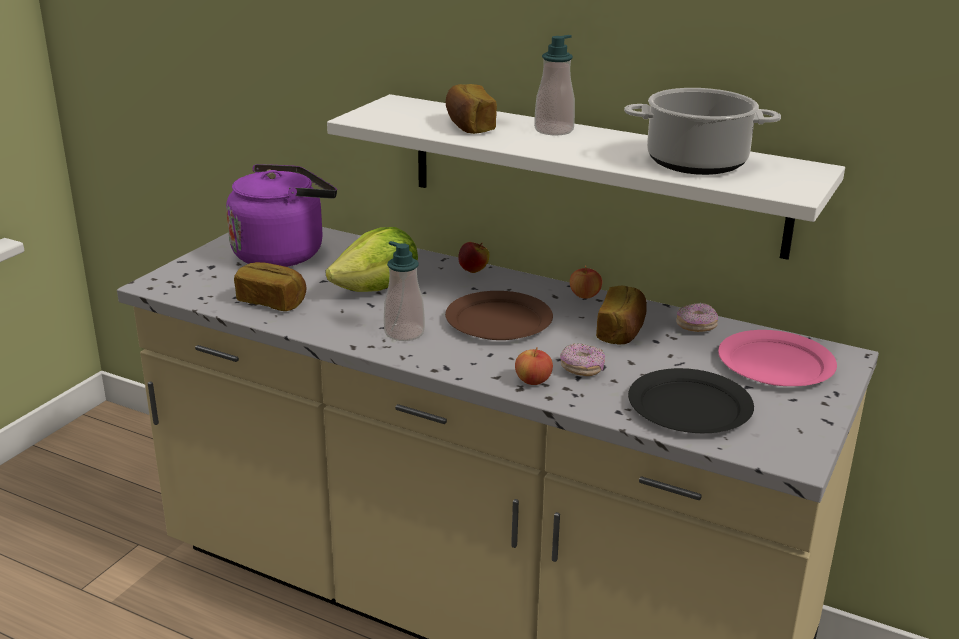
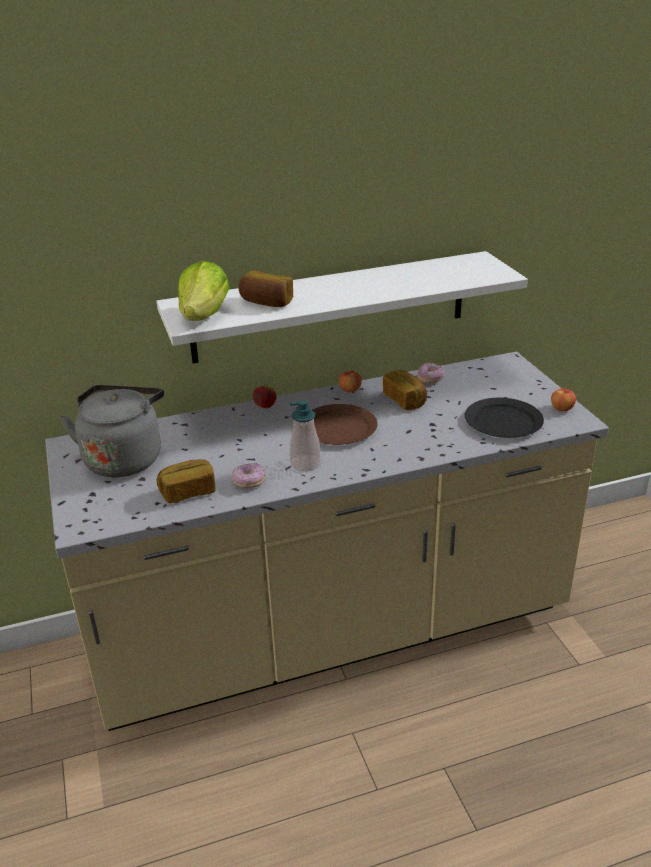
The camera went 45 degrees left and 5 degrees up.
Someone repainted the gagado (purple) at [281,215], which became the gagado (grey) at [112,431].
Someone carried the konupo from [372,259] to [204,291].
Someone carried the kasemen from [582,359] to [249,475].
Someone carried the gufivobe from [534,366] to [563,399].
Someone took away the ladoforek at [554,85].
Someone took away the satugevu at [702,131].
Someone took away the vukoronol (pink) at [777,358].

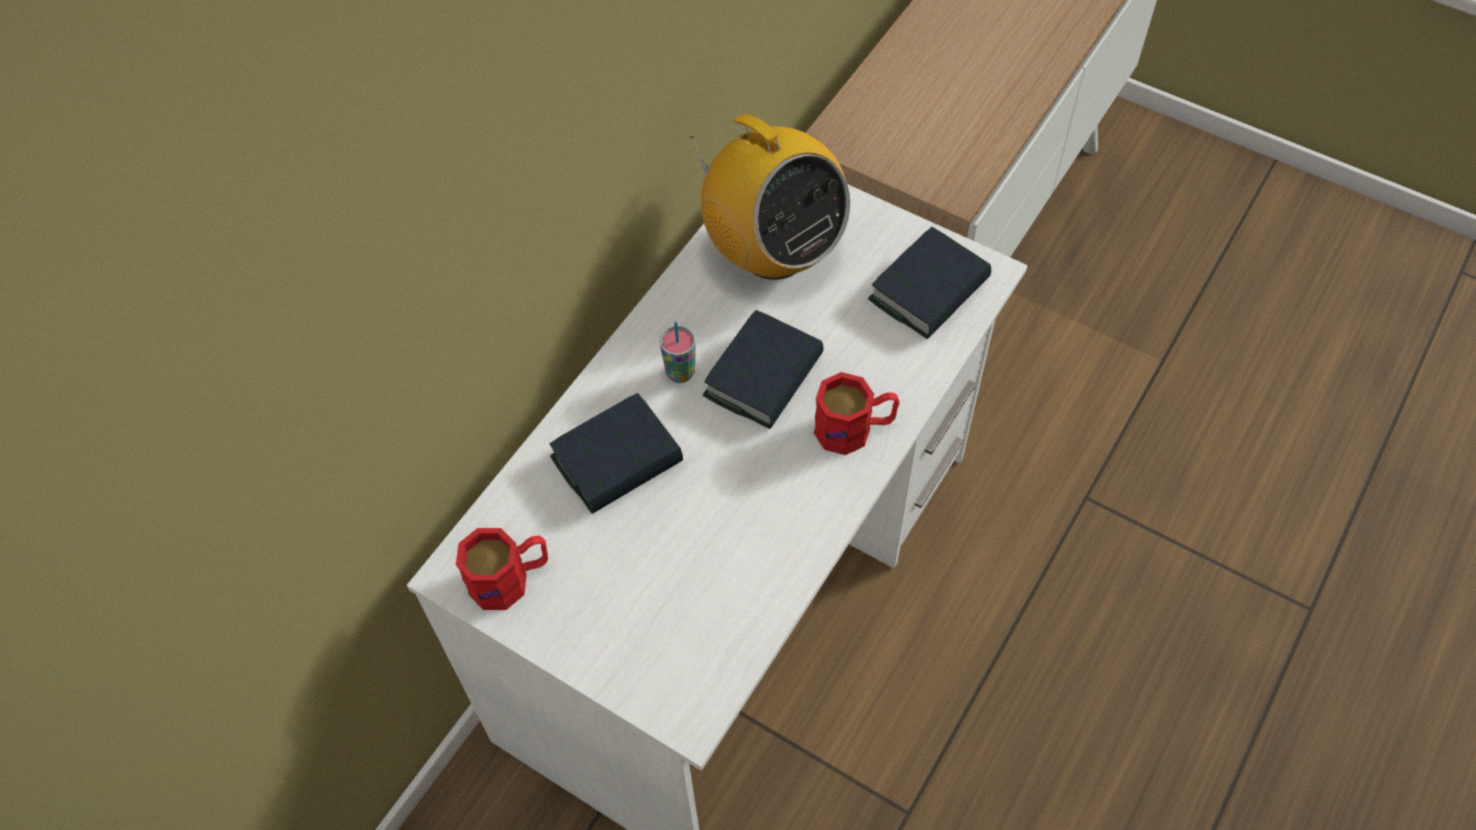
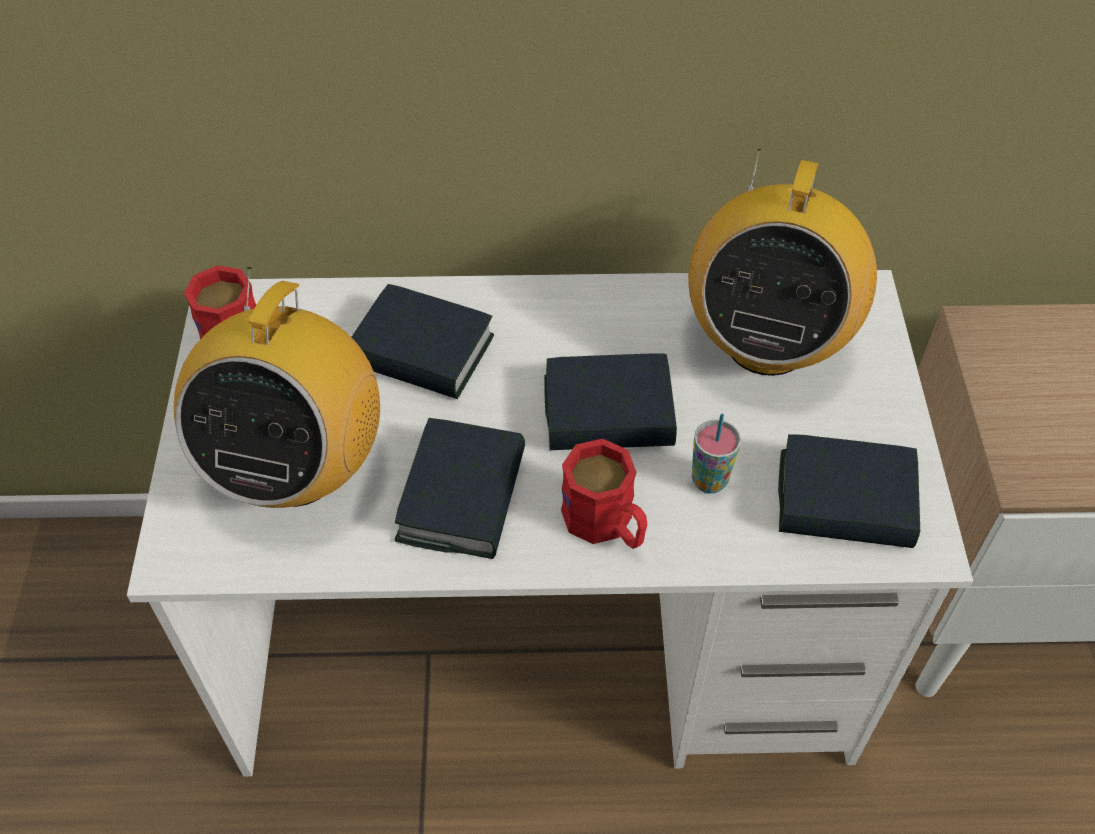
The camera went 55 degrees right and 5 degrees down.
Someone put down the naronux at [277,387].
Someone put down the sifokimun at [460,488].
Someone carried the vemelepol from [677,352] to [716,454].

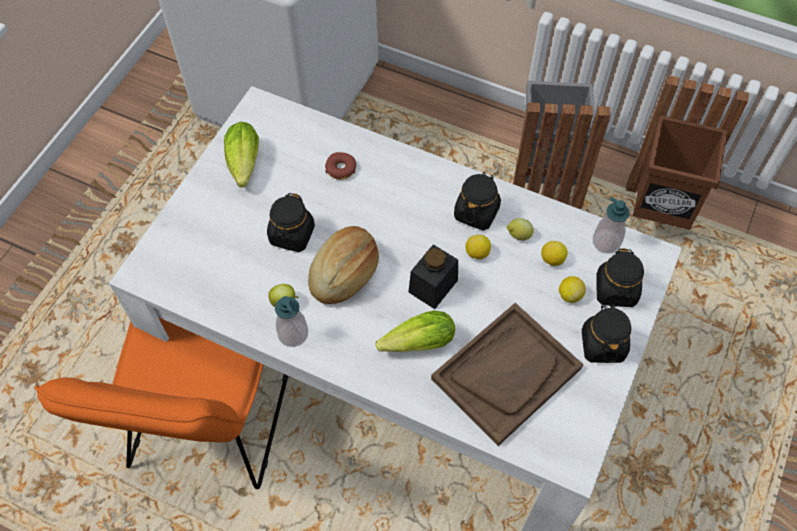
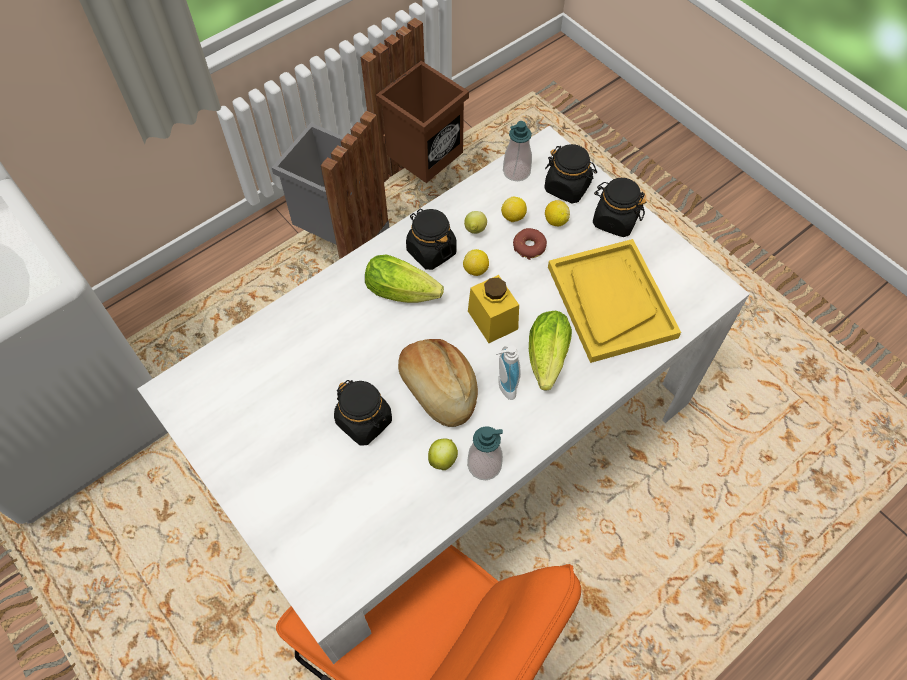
The camera went 65 degrees left and 0 degrees up.
Someone carried the konupo from [241,154] to [404,278].
Someone repainted the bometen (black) at [433,276], which became the bometen (yellow) at [493,309].
Someone put down the ladoforek at [508,372].
Someone carried the kasemen from [340,166] to [530,244].
Someone repainted the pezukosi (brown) at [507,374], which became the pezukosi (yellow) at [614,301].

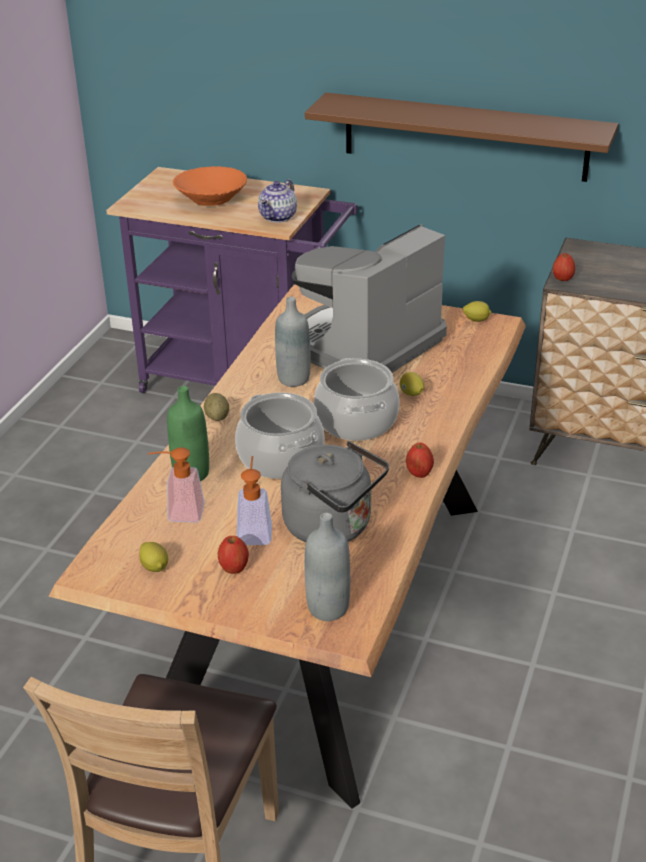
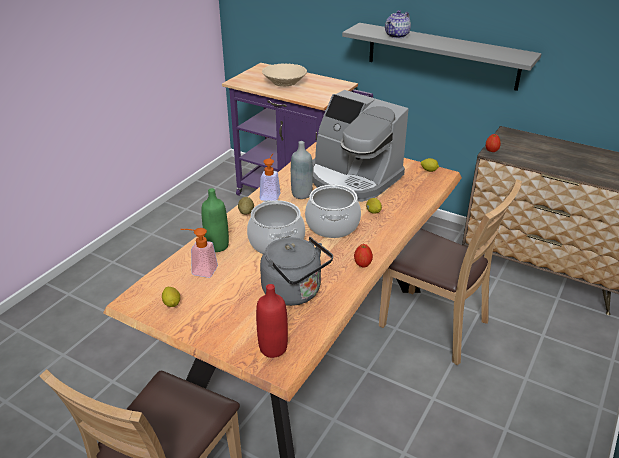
The camera went 10 degrees right and 0 degrees up.
Someone repainted the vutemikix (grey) at [327,567], which became the vutemikix (red) at [272,321].
Someone carried the ladoforek from [254,500] to [270,177].
Someone repainted the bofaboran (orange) at [210,186], which became the bofaboran (beige) at [284,75].
Someone rotated the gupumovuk at [369,298] by 105 degrees counterclockwise.
Someone repainted the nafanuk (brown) at [461,137], which became the nafanuk (grey) at [442,57].
Someone put down the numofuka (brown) at [450,272].
Someone carried the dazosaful from [277,201] to [398,24].
Someone took away the gufivobe at [233,555].

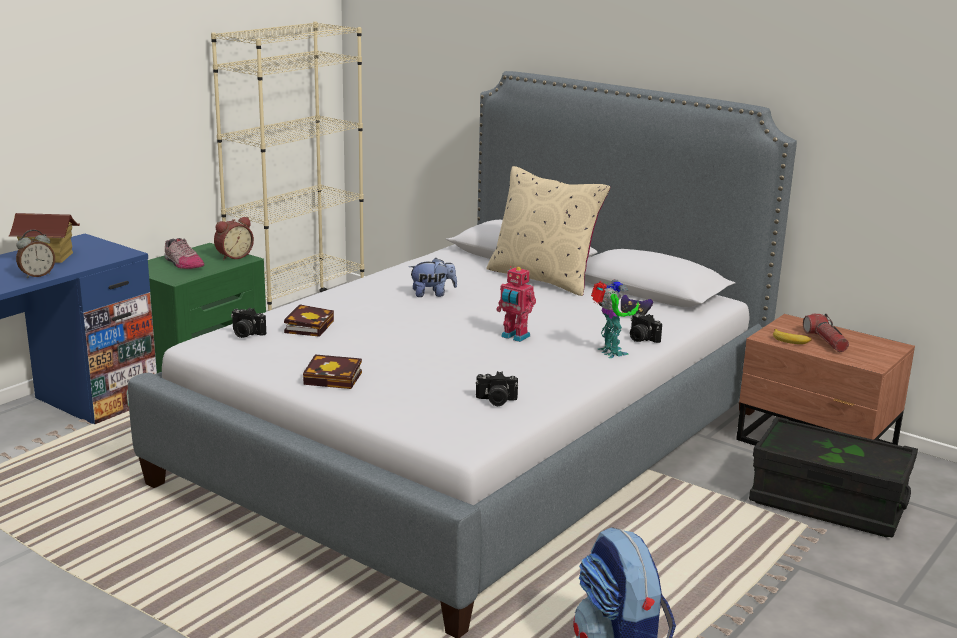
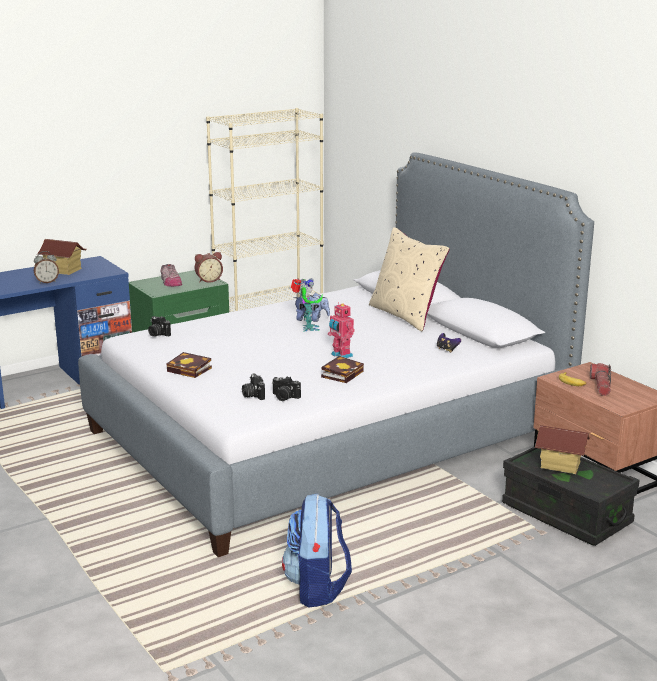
The camera went 20 degrees right and 0 degrees up.
Someone carried the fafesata from [646,328] to [253,386].
Someone carried the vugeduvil from [615,318] to [307,304].
Someone carried the sifokimun from [309,320] to [342,369].
Someone put down the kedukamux at [562,449].

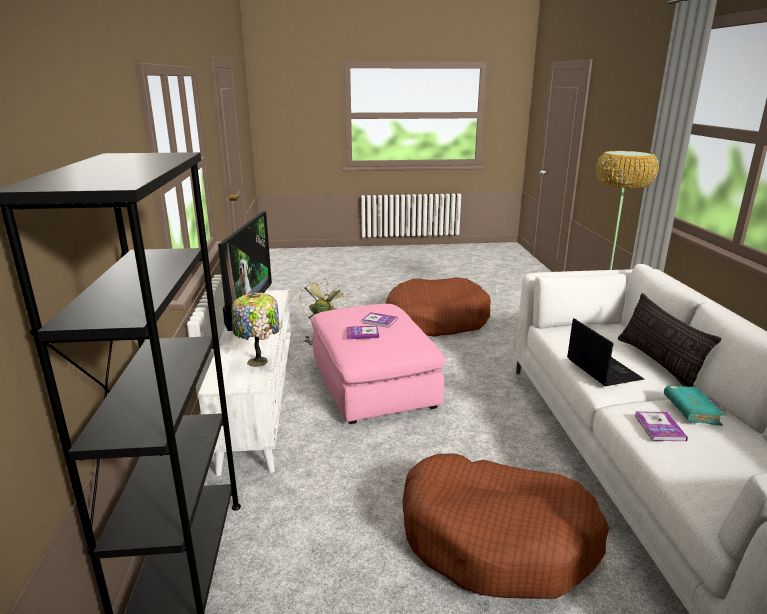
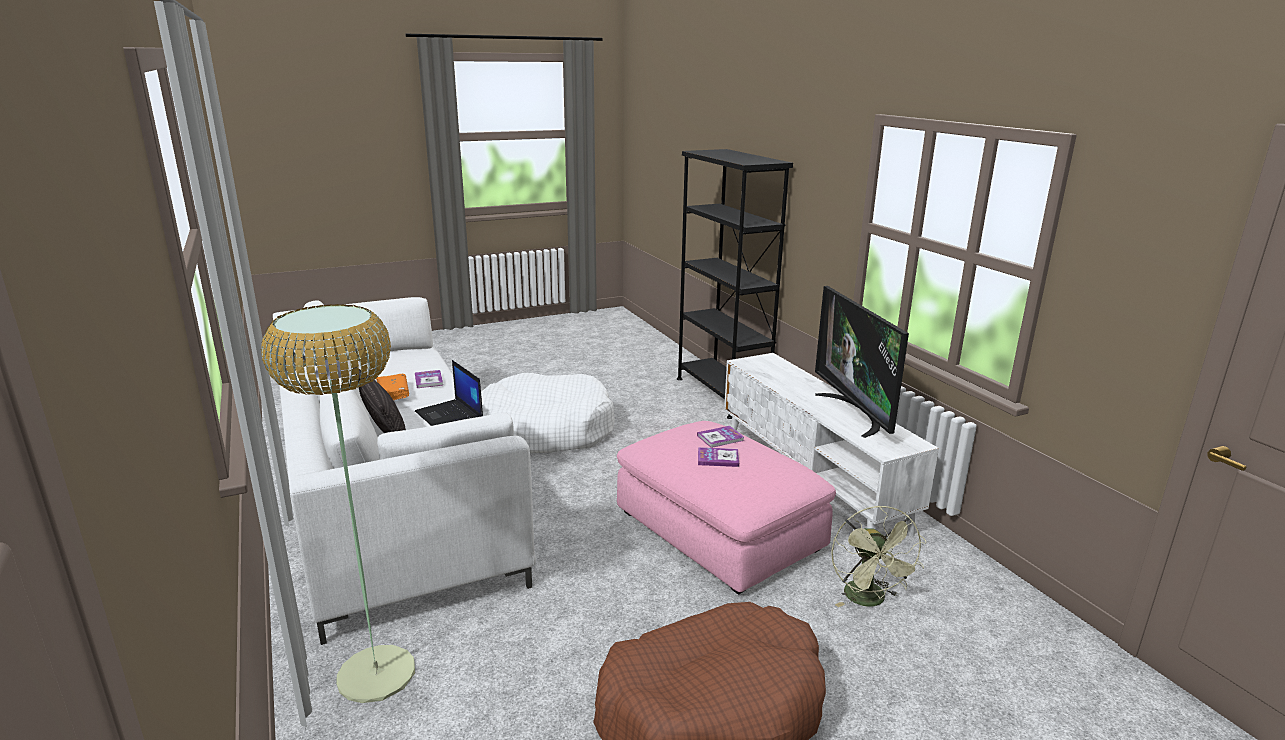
The camera went 160 degrees right and 0 degrees up.
Someone repainted the sifokimun (turquoise) at [695,406], which became the sifokimun (orange) at [392,387].
Someone repainted the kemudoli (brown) at [506,526], which became the kemudoli (white) at [548,413].
Someone took away the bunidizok at [255,330].

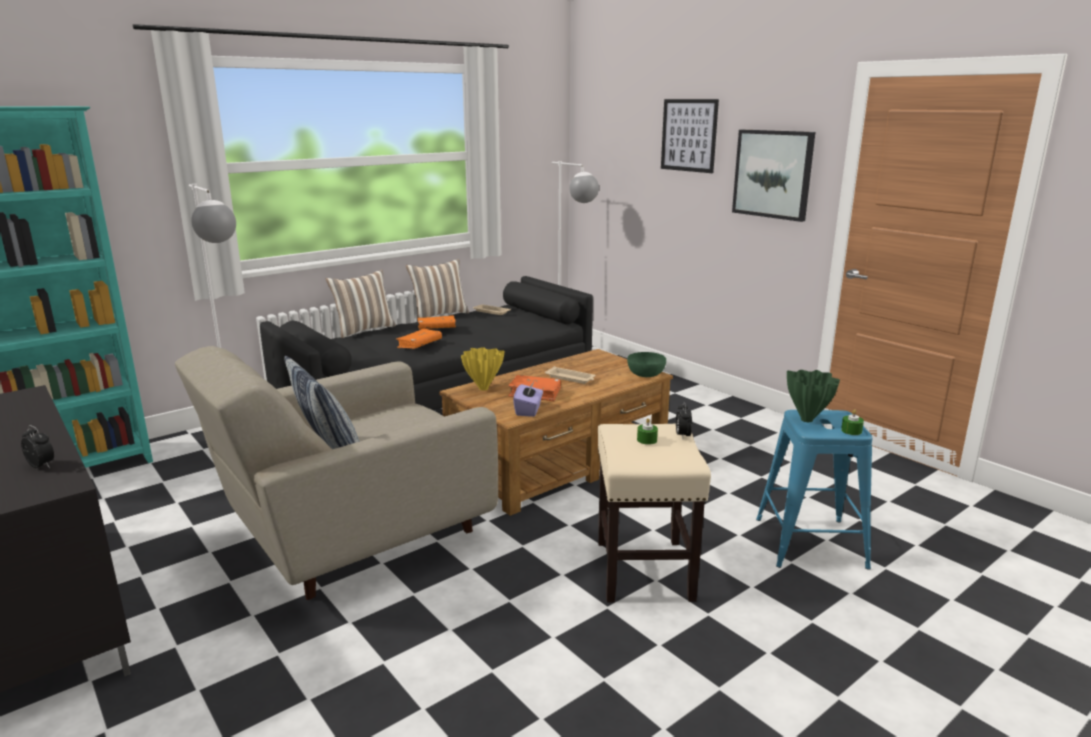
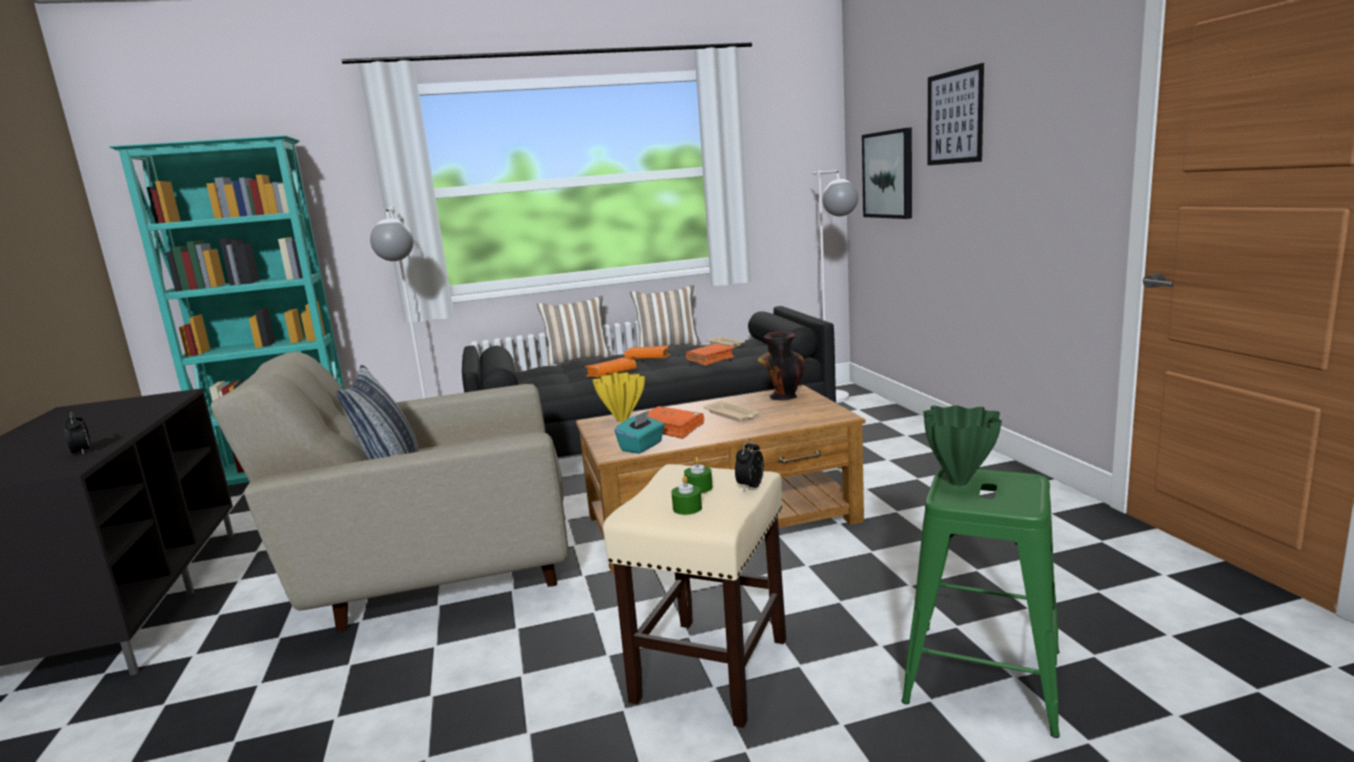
The camera went 25 degrees right and 5 degrees down.
Someone repainted the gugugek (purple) at [528,398], which became the gugugek (turquoise) at [640,432].
Someone carried the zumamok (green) from [852,422] to [686,495].
Someone put down the sifokimun (orange) at [710,354].
Someone put down the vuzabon at [781,365].
Someone carried the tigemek from [773,176] to [887,173].
Someone repainted the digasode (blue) at [814,490], which became the digasode (green) at [981,603].
Someone took away the bofaboran (green) at [646,364].

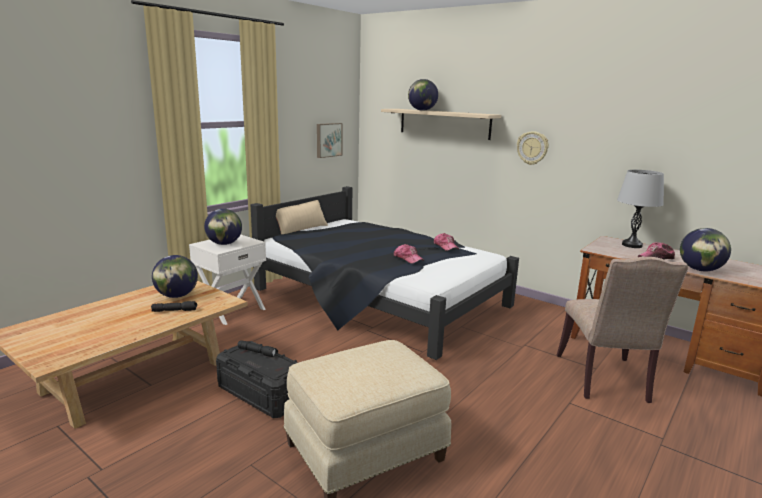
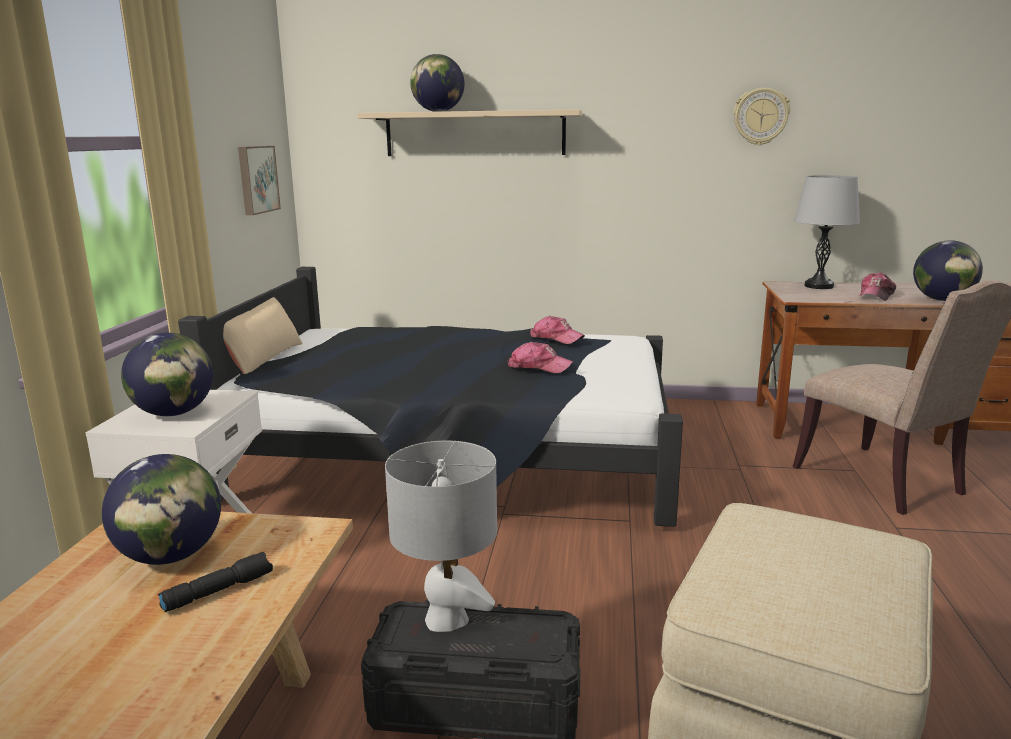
The camera went 30 degrees left and 0 degrees up.
Someone swapped the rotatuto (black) at [258,348] for the bunidizok (grey) at [441,536].
Someone carried the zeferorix from [533,148] to [762,116].

